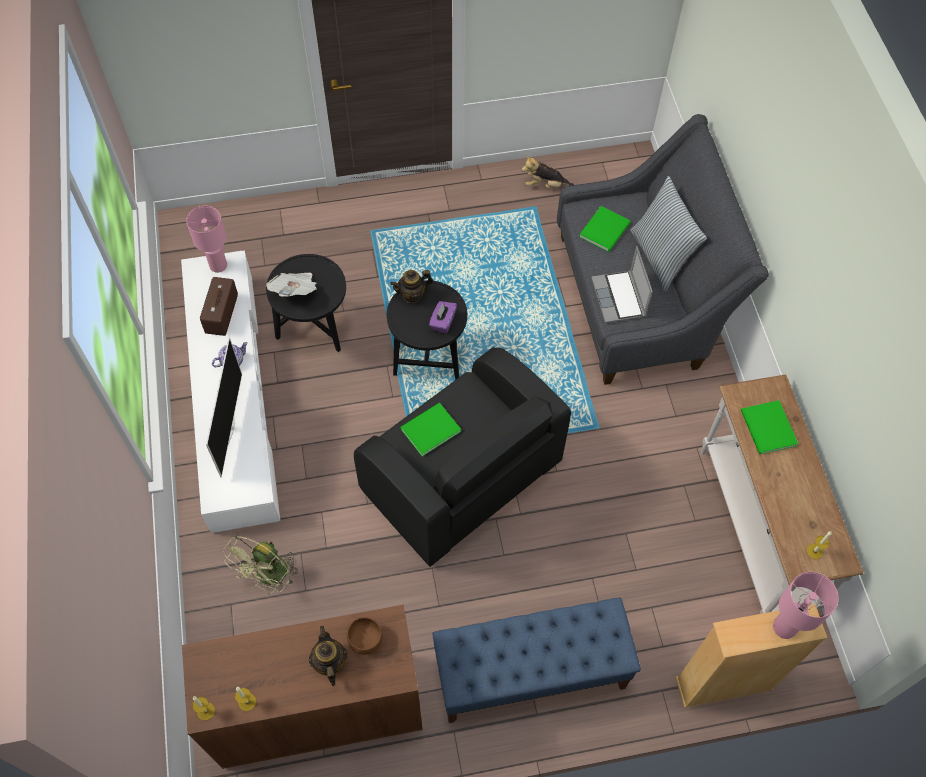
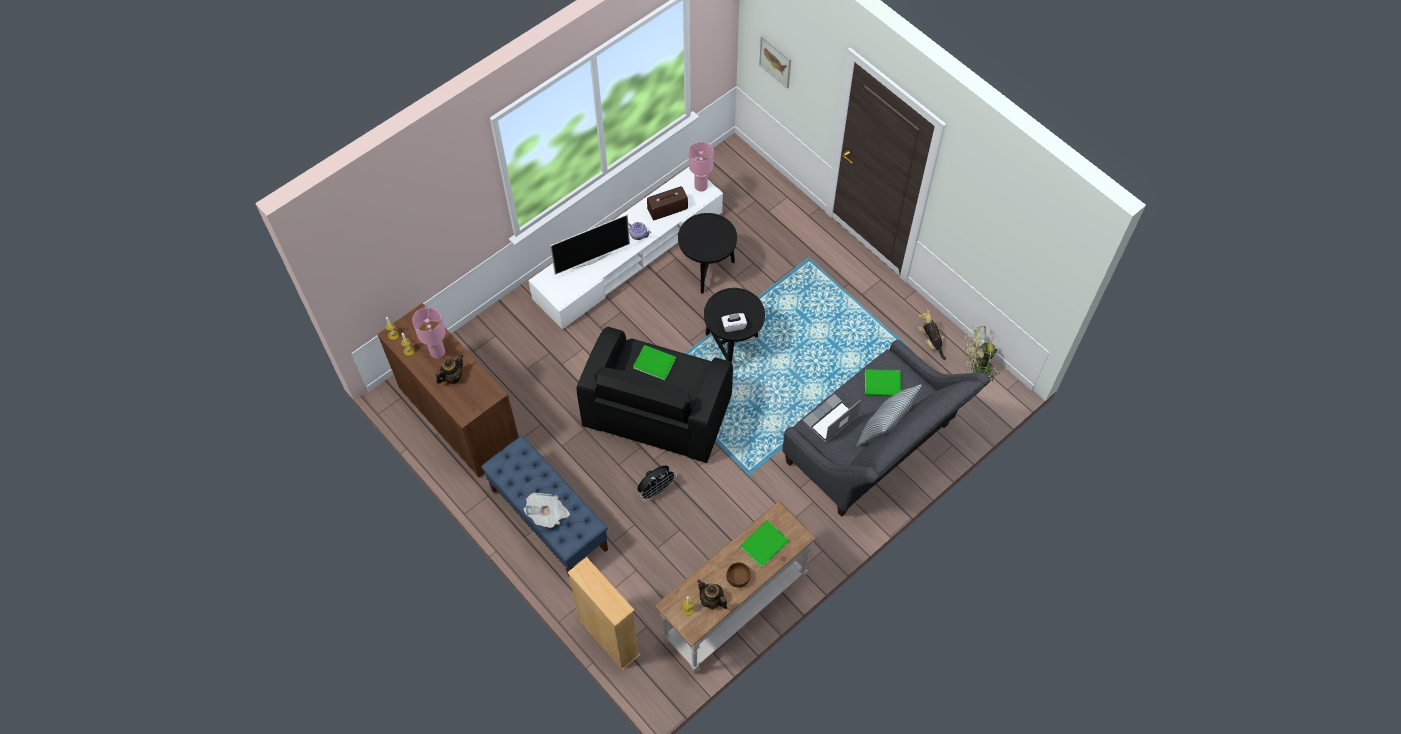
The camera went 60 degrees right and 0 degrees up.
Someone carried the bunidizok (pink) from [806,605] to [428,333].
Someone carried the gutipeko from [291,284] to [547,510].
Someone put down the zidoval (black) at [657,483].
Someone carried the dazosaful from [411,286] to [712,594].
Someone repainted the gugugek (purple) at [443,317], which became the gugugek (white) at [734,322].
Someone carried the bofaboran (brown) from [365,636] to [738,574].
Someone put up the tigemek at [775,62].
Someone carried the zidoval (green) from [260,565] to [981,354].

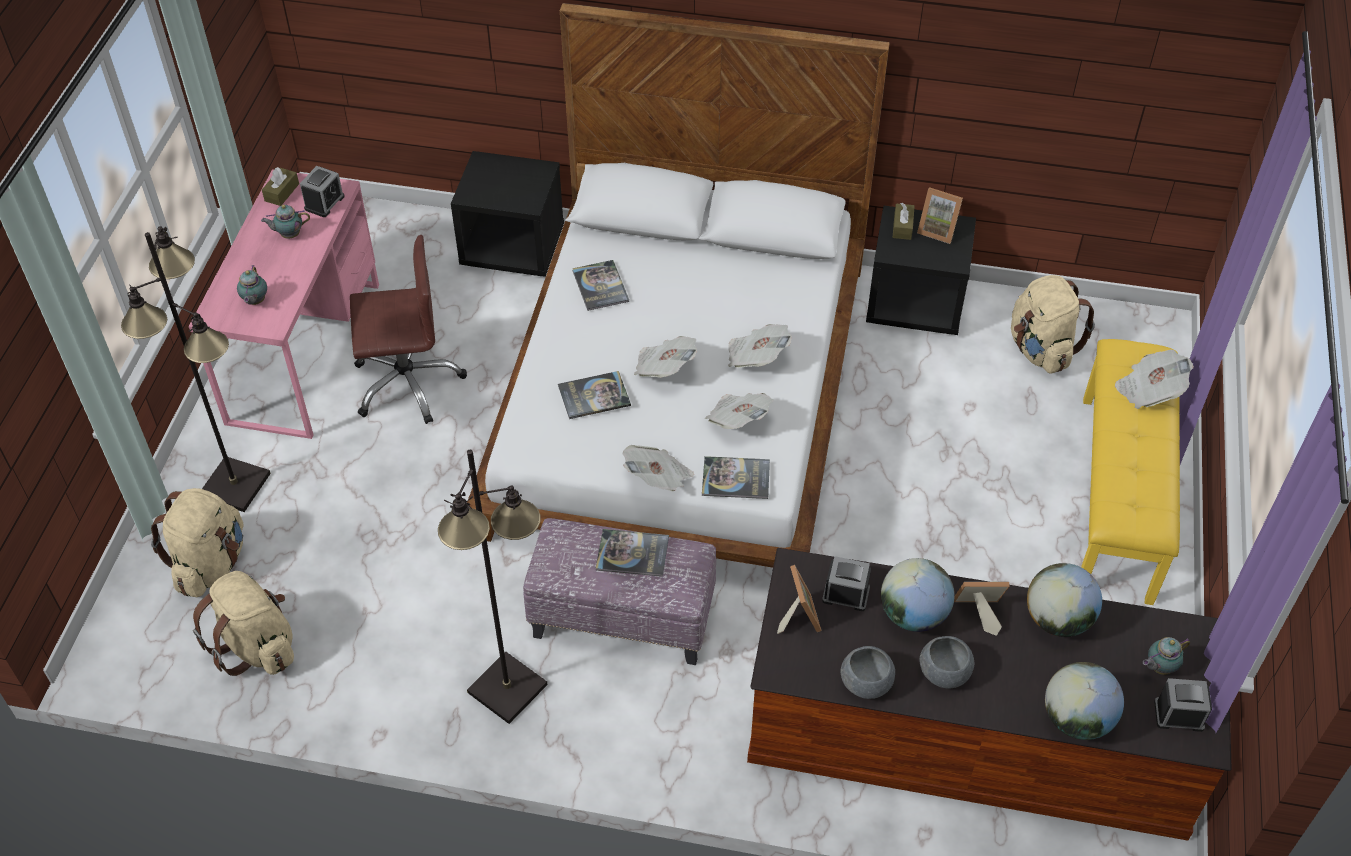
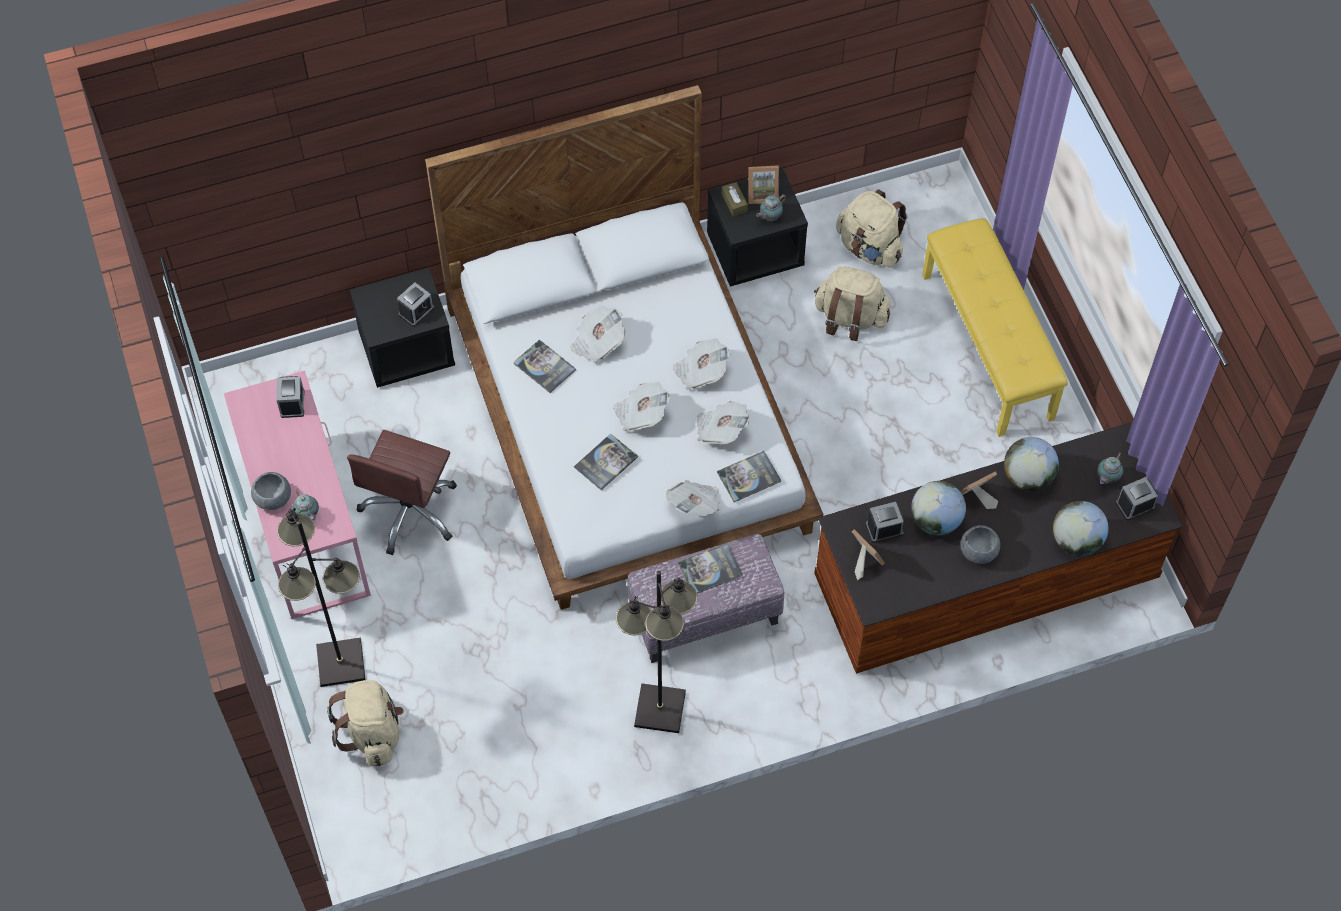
The camera went 30 degrees left and 10 degrees up.
Someone carried the bofaboran (grey) from [868,672] to [271,491].
Someone rotated the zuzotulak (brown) at [408,329] by 150 degrees clockwise.
Someone put down the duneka at [415,304].
Someone carried the gutipeko from [1154,379] to [597,334].
Someone carried the dazosaful from [285,222] to [771,207].
Someone carried the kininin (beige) from [243,623] to [852,304].
Someone took away the gugugek (brown) at [280,186].

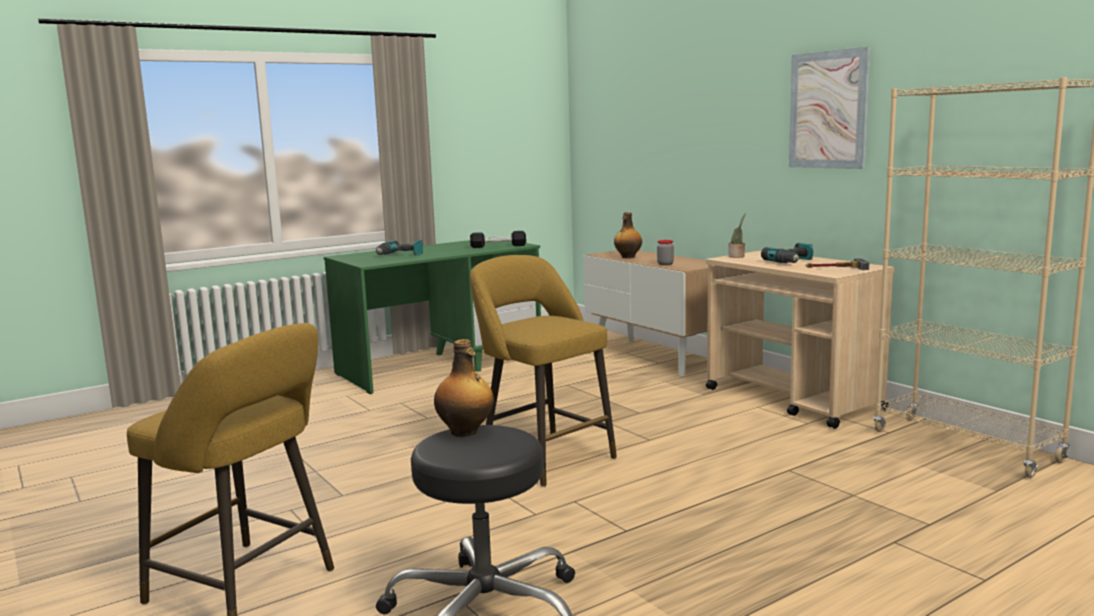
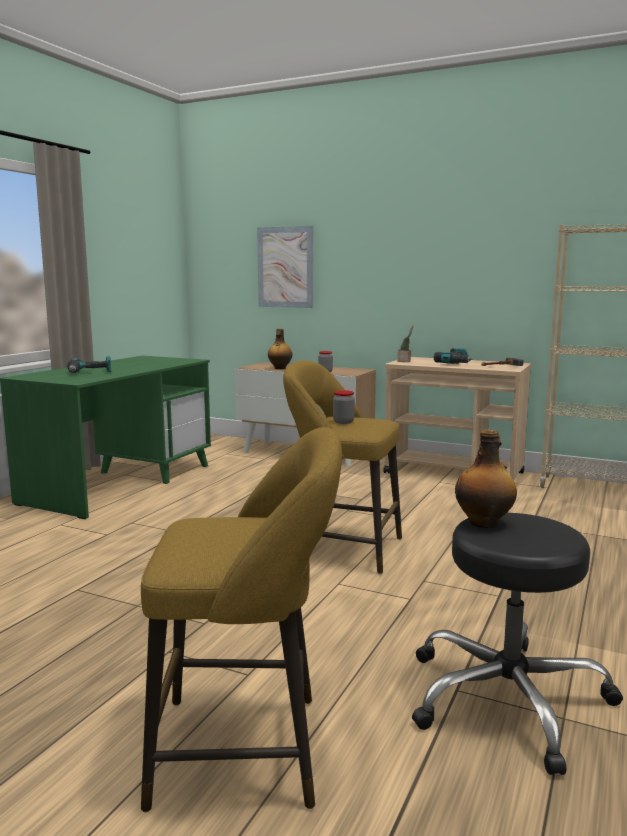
The camera went 30 degrees left and 0 degrees up.
Someone carried the tigemek from [829,108] to [285,267].
Someone put down the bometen at [344,407].
Someone took away the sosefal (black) at [498,239].

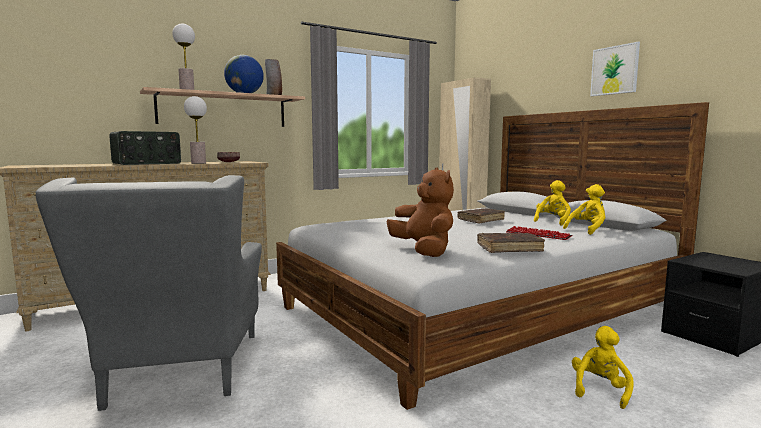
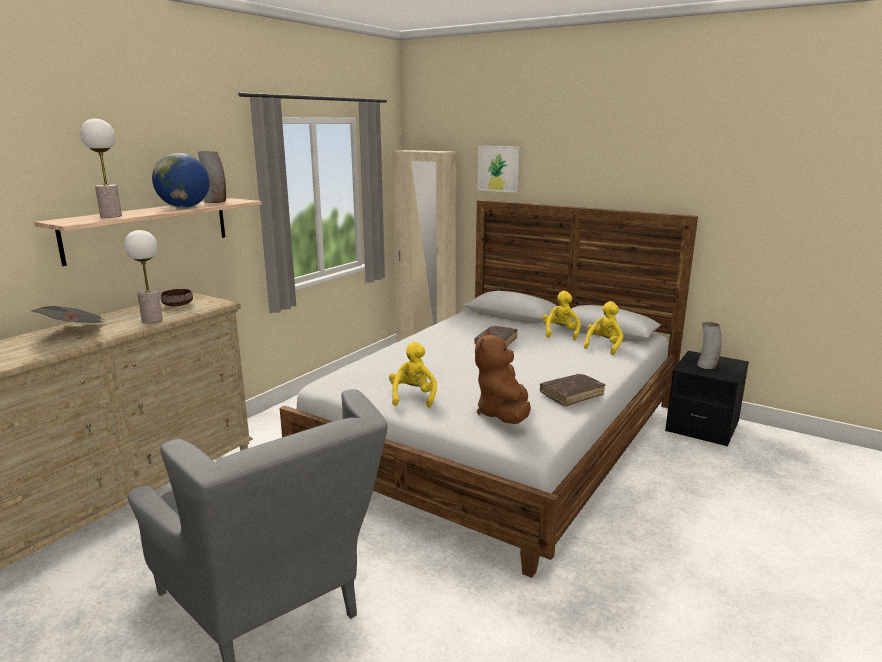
The camera went 25 degrees left and 10 degrees up.
Someone swapped the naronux at [145,148] for the gutipeko at [67,314].
Someone carried the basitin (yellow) from [603,367] to [413,375].
Someone rotated the basitin (brown) at [420,212] by 120 degrees counterclockwise.
Someone carried the tigemek from [615,69] to [498,169].
Someone put down the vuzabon at [709,345].
Someone took away the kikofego at [539,233].

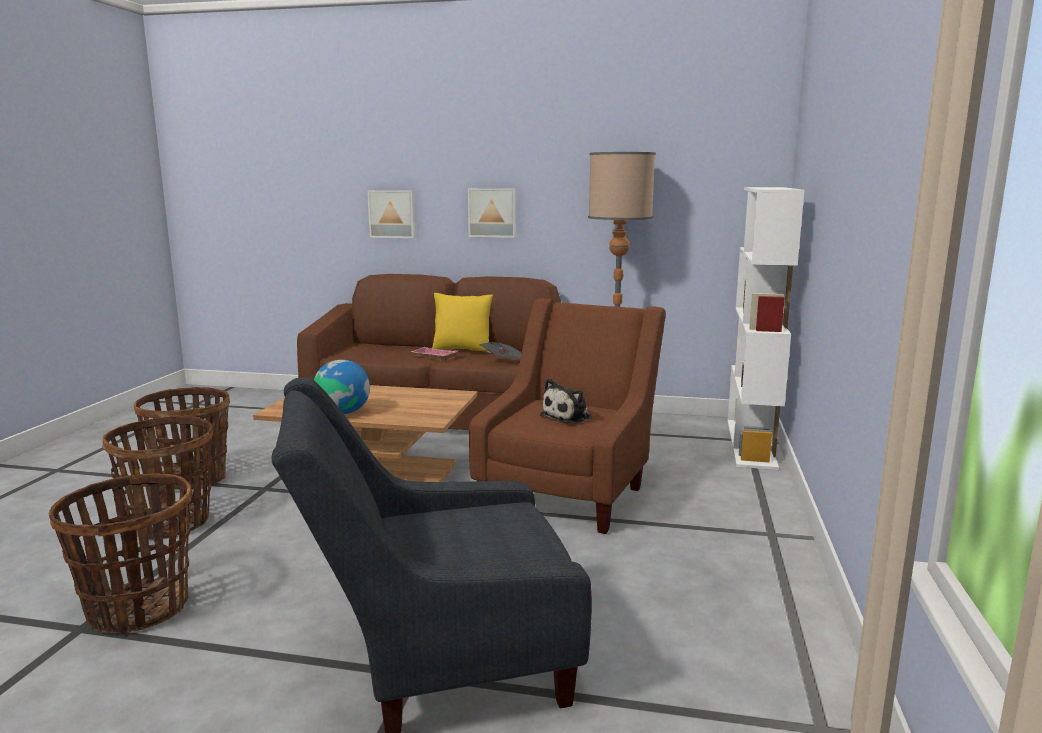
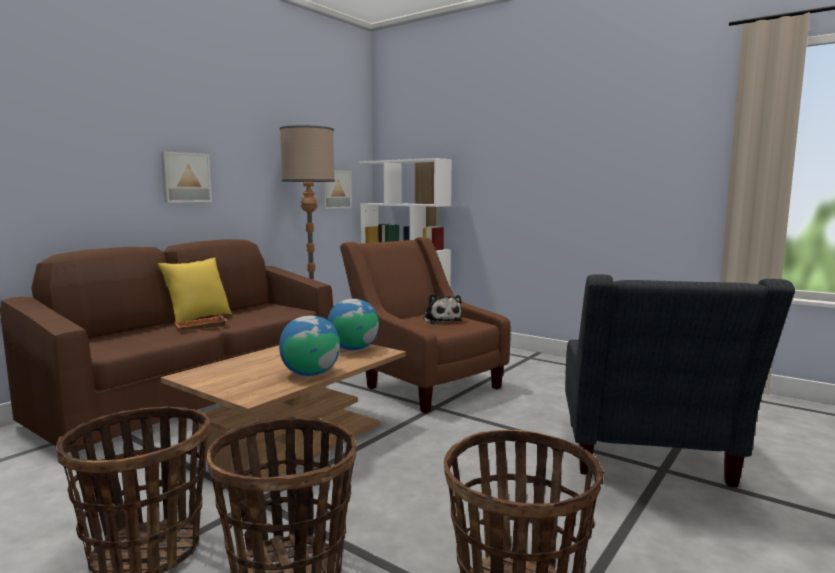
The camera went 65 degrees left and 5 degrees down.
Someone repainted the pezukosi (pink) at [434,354], which became the pezukosi (orange) at [200,323].
Someone carried the tigemek from [391,214] to [336,189].
Someone put down the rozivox at [353,324].
Someone took away the gutipeko at [501,350].

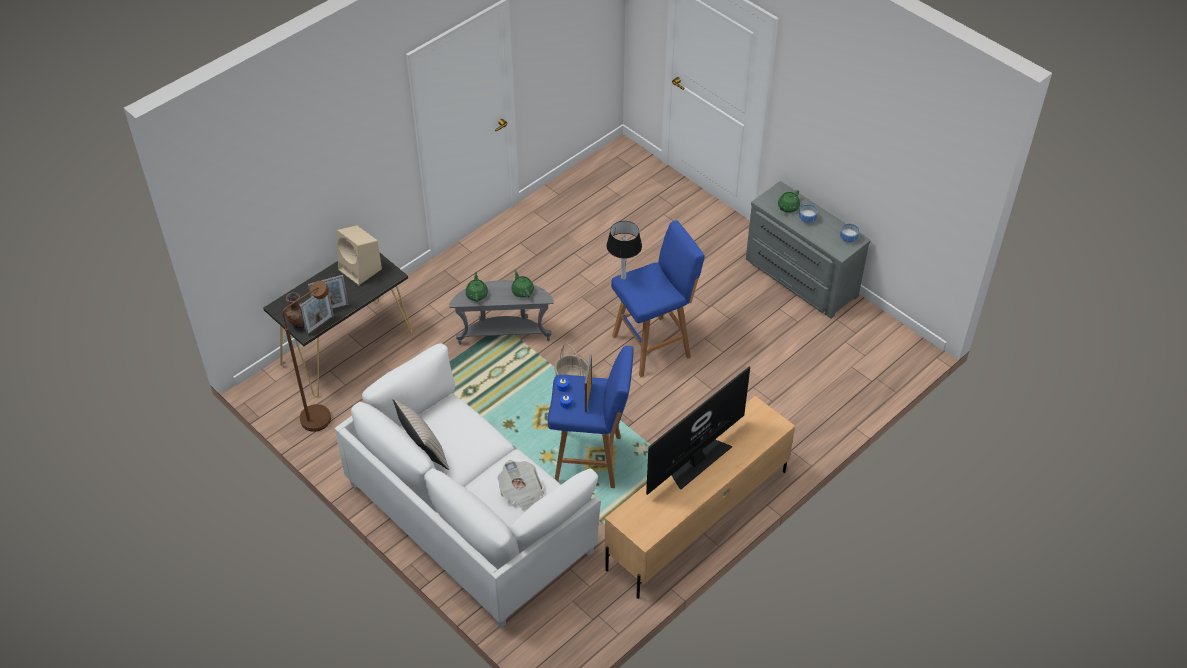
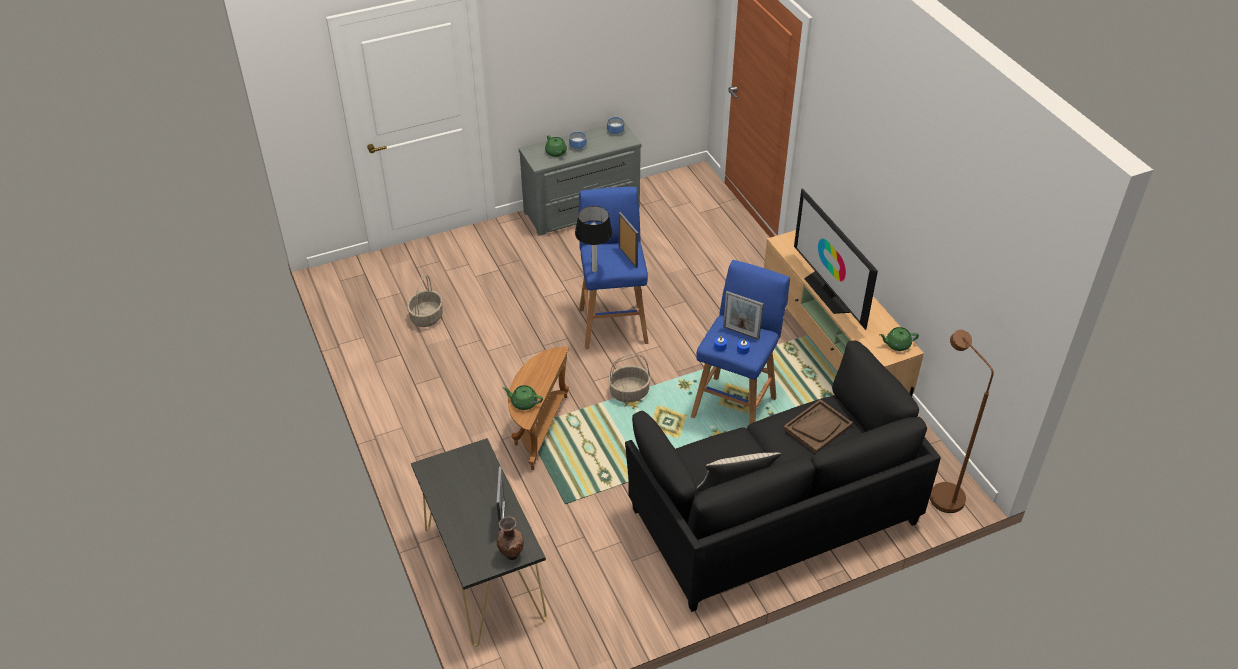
The camera went 70 degrees left and 5 degrees down.
Someone put down the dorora at [425,301].
Someone repainted the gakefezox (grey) at [502,312], which became the gakefezox (brown) at [538,408].
Someone carried the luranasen from [316,314] to [628,240].
Someone repainted the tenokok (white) at [468,485], which became the tenokok (black) at [783,476].
Someone swapped the gutipeko at [520,486] for the pezukosi (brown) at [818,426].
Someone carried the dazosaful (green) from [522,284] to [899,339].
Someone carried the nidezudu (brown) from [307,356] to [962,421].
Someone took away the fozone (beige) at [359,255].

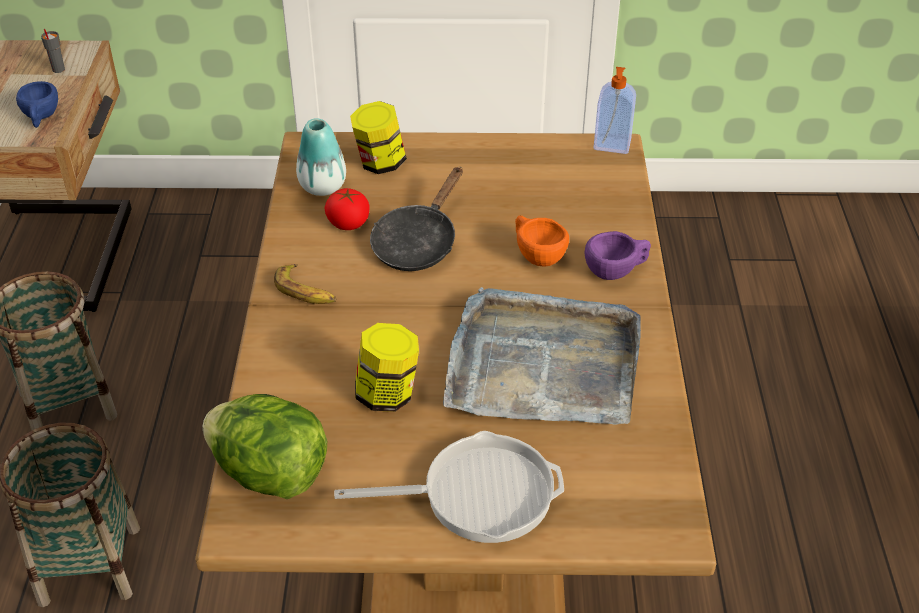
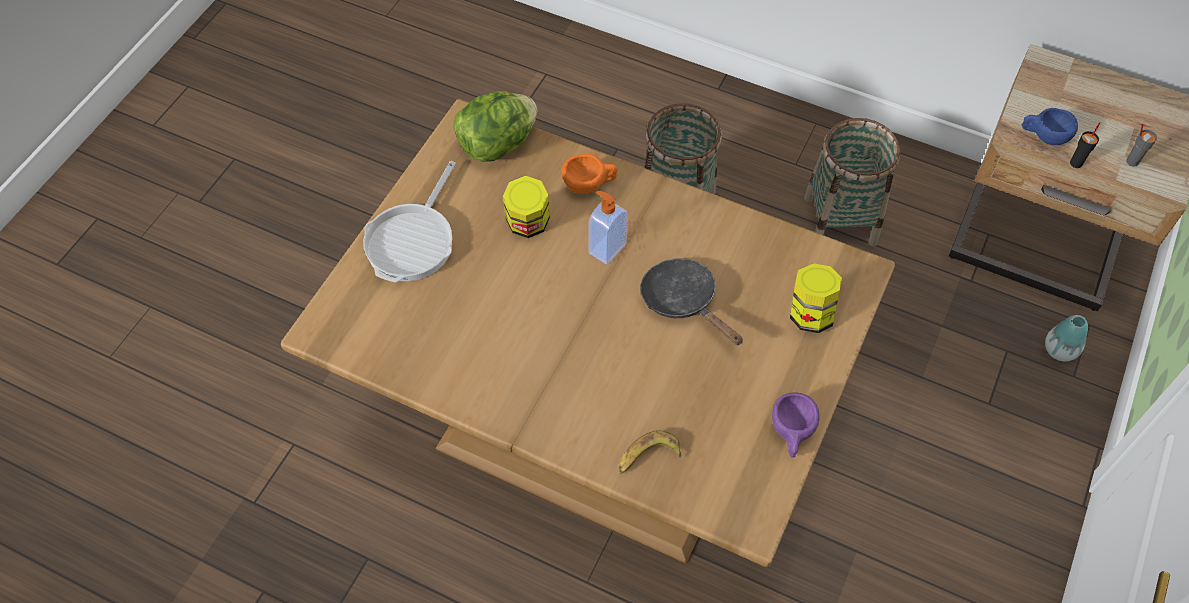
The camera went 115 degrees right and 15 degrees up.
Someone carried the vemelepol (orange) from [542,240] to [590,174].
Someone carried the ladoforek from [615,110] to [608,228].
Someone carried the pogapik from [305,284] to [650,452].
Someone carried the vemelepol (purple) from [618,255] to [795,425].
Someone carried the vuzabon from [321,157] to [1066,338].
Someone put down the vemelepol (black) at [1085,145].
Someone took away the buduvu at [347,209].
Someone took away the pezukosi (grey) at [542,355].

